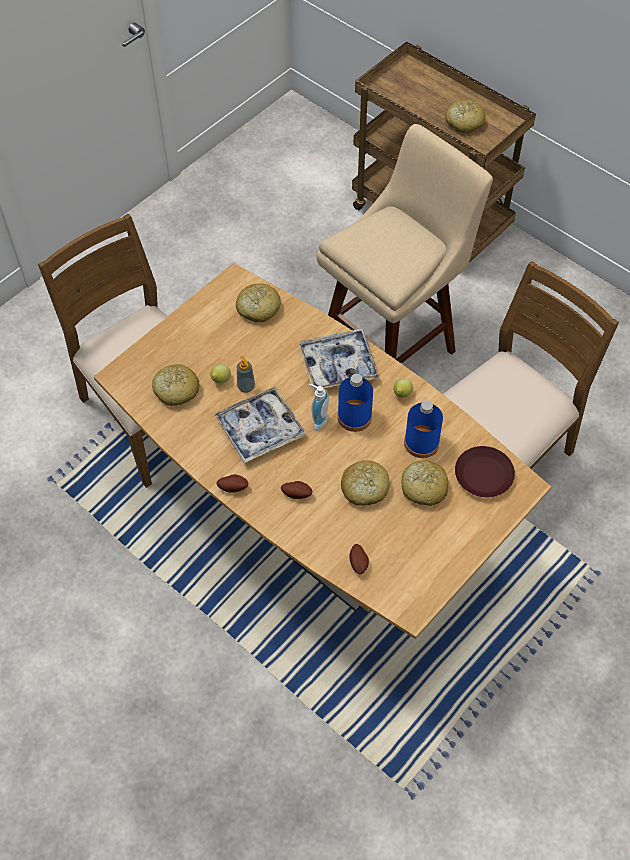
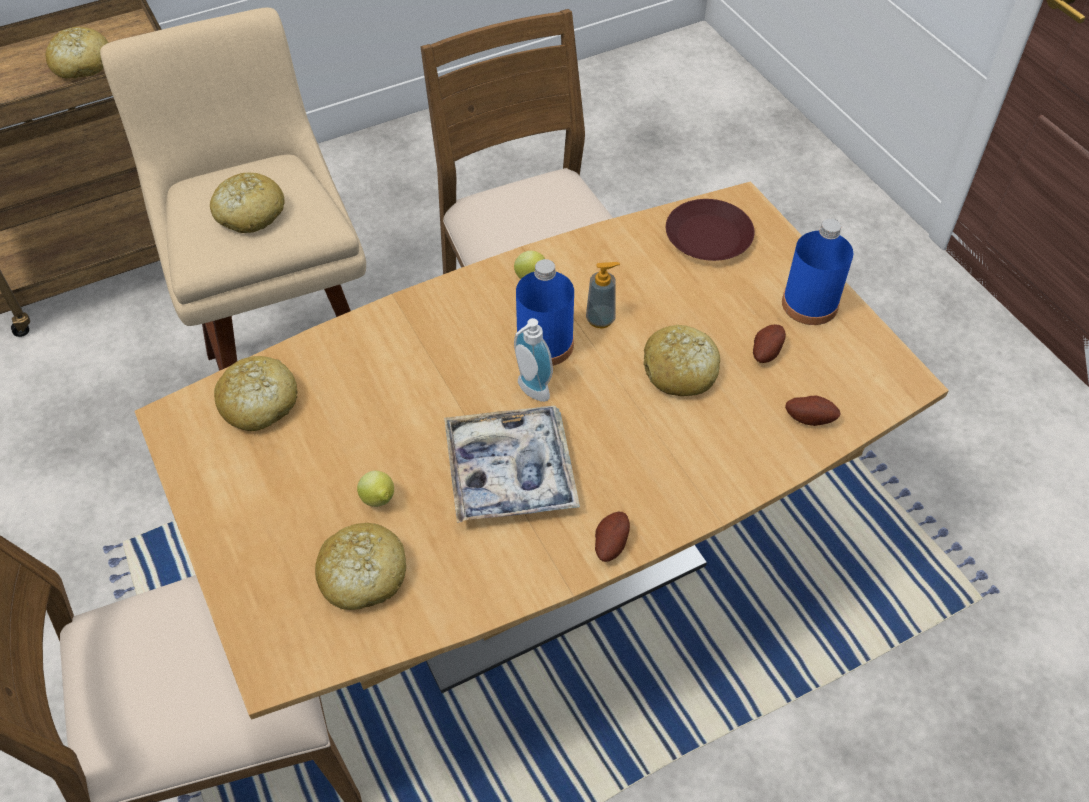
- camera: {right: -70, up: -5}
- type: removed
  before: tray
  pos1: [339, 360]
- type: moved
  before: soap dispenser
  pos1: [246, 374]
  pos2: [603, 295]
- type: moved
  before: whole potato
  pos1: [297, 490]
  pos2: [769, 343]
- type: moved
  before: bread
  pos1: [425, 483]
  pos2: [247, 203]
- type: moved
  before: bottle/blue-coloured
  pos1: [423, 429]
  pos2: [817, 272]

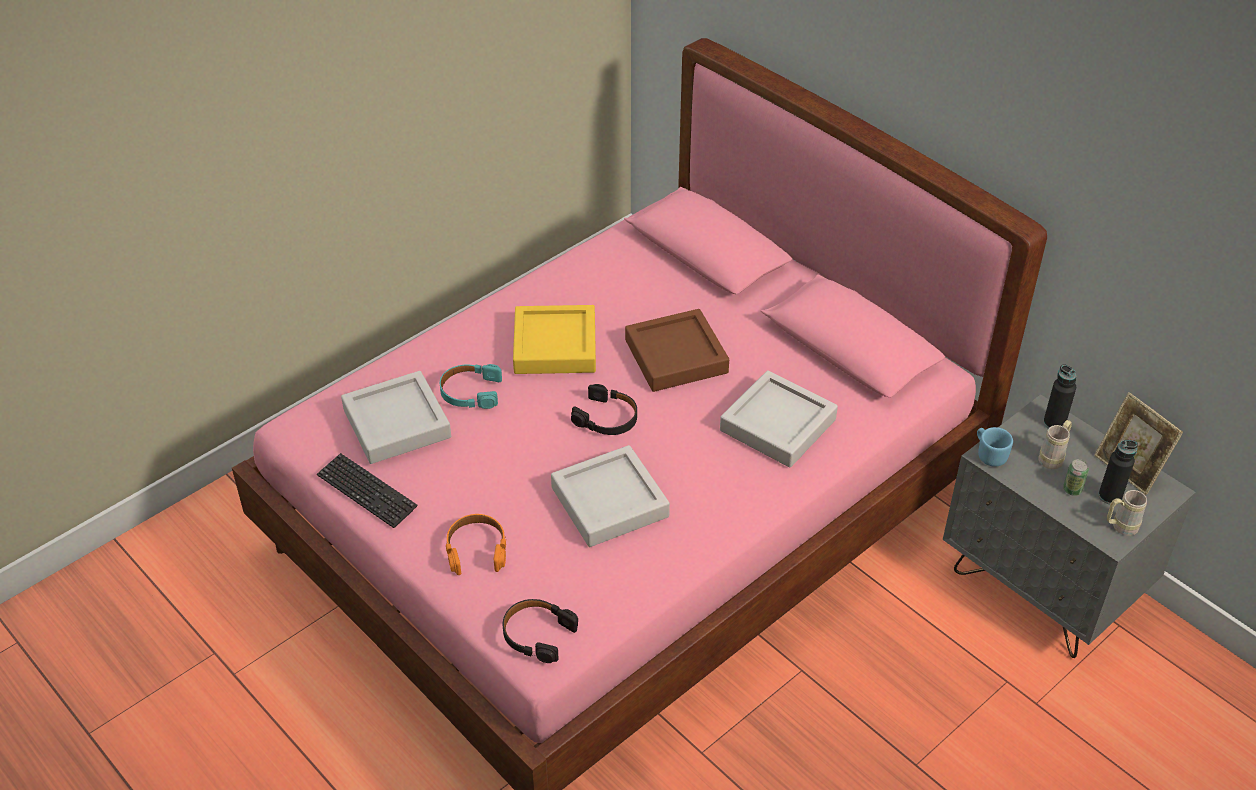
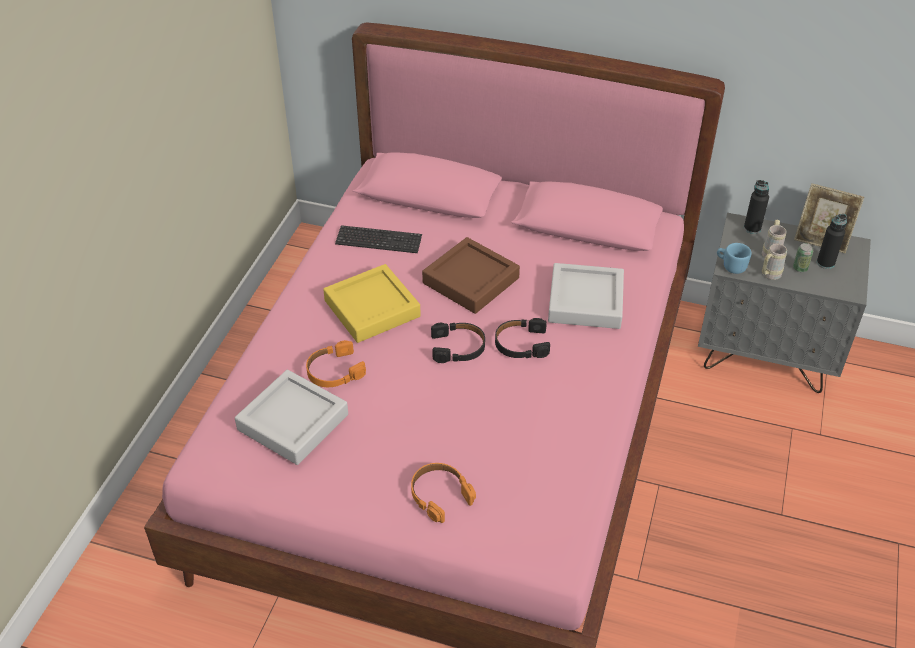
- camera: {right: -30, up: 0}
- type: removed
  before: tray/greyish
  pos1: [610, 496]
- type: moved
  before: computer keyboard
  pos1: [367, 490]
  pos2: [378, 239]
- type: moved
  before: headset/blackish
  pos1: [540, 631]
  pos2: [522, 338]
- type: moved
  before: tea mug/beige
  pos1: [1127, 513]
  pos2: [774, 262]
- type: recoloured
  before: headset/turquoise-coloured
  after: headset/orangey
  pos1: [471, 386]
  pos2: [336, 363]

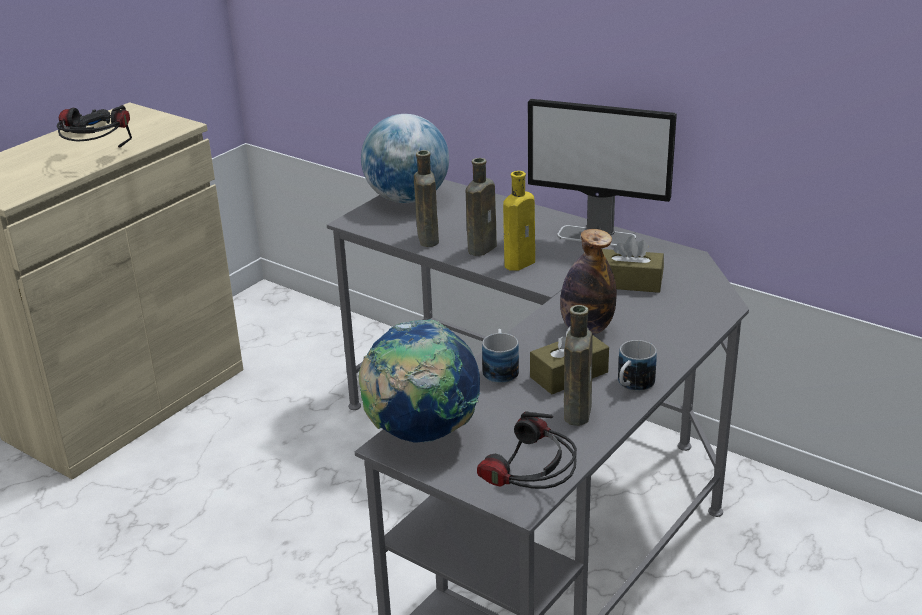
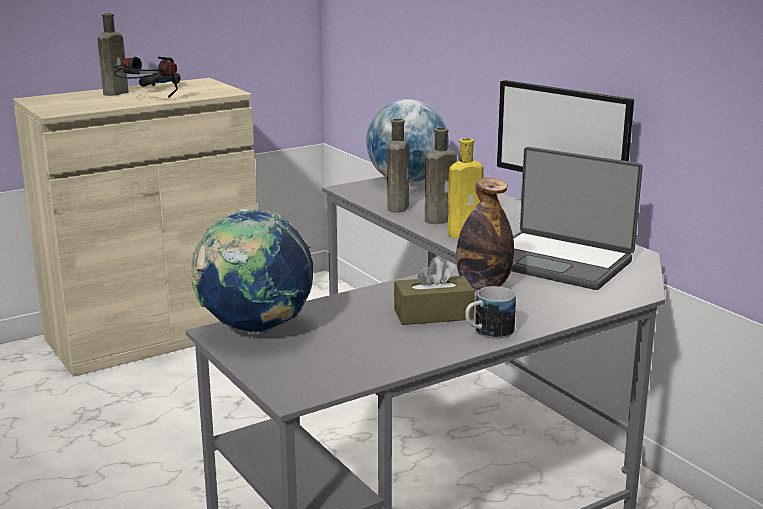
- camera: {right: 20, up: -10}
- type: removed
  before: headset
  pos1: [527, 450]
- type: removed
  before: tea mug
  pos1: [500, 356]
- type: moved
  before: bottle/brown
  pos1: [578, 365]
  pos2: [113, 54]
- type: replaced
  before: box of tissues/brown
  after: laptop
  pos1: [633, 264]
  pos2: [577, 218]

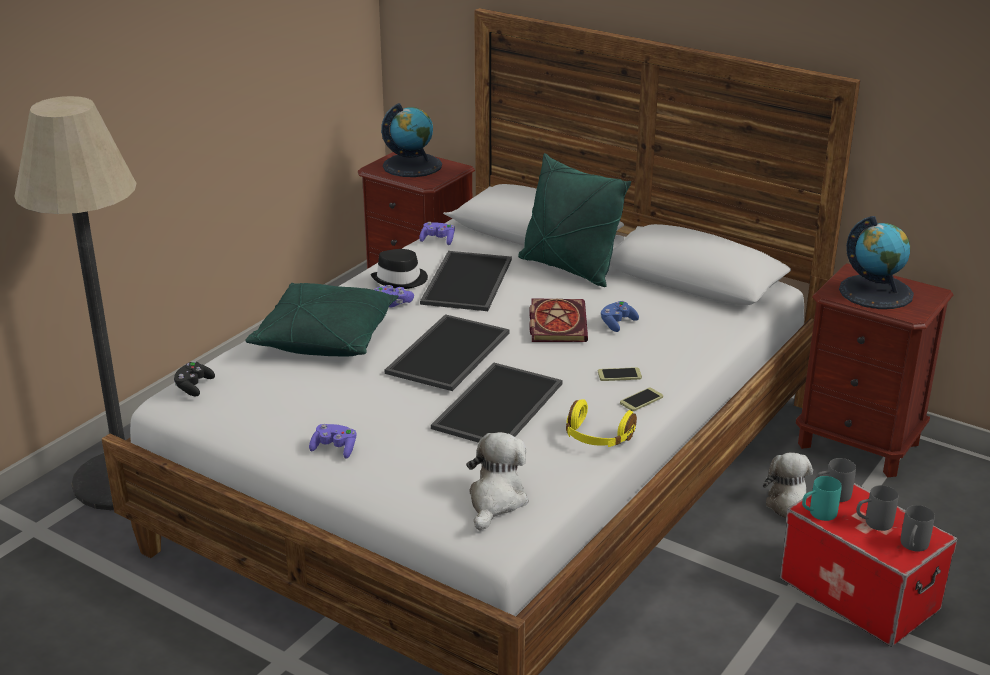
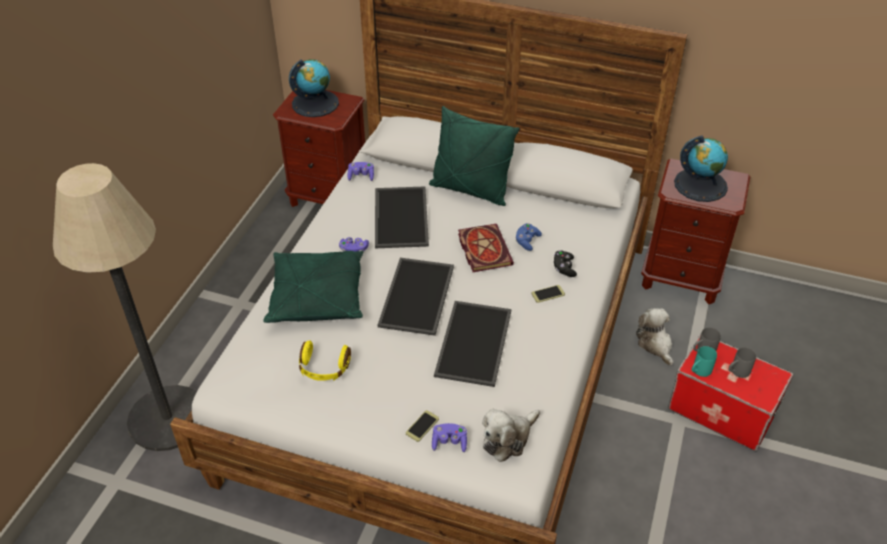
- camera: {right: -15, up: 15}
- type: removed
  before: clothing hat/blackish
  pos1: [399, 269]
- type: removed
  before: tea mug/greyish
  pos1: [918, 528]
- type: moved
  before: joypad/blackish
  pos1: [194, 378]
  pos2: [565, 263]
- type: moved
  before: joypad/purple-coloured
  pos1: [332, 441]
  pos2: [449, 437]
- type: moved
  before: headset/yellow
  pos1: [601, 423]
  pos2: [325, 360]
- type: moved
  before: telephone
  pos1: [641, 399]
  pos2: [422, 426]
- type: turned
  before: soft toy
  pos1: [497, 481]
  pos2: [511, 435]
  turn: -135

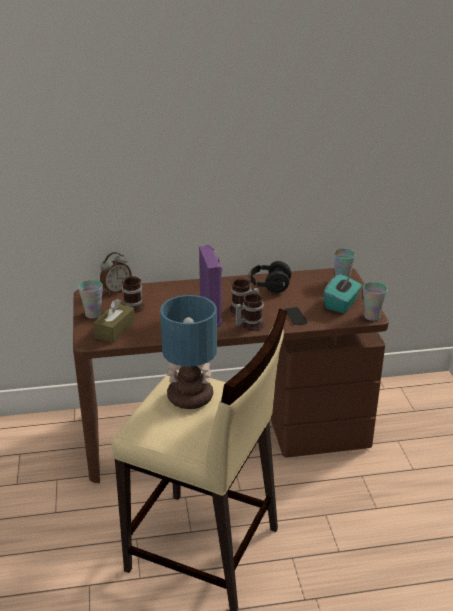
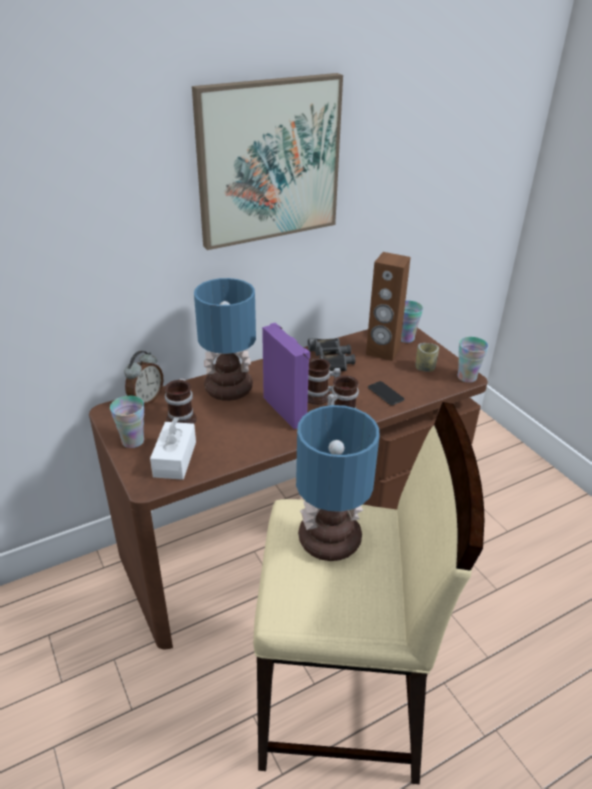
- camera: {right: -20, up: 5}
- type: added
  after: wall art
  pos2: [267, 161]
- type: added
  after: tabletop lamp
  pos2: [225, 339]
- type: added
  after: speaker/brown
  pos2: [388, 306]
- type: replaced
  before: headset/blackish
  after: field glasses/blackish
  pos1: [270, 277]
  pos2: [331, 354]
- type: replaced
  before: box of tissues/turquoise-coloured
  after: cup
  pos1: [342, 293]
  pos2: [427, 357]
- type: recoloured
  before: box of tissues/brown
  after: box of tissues/white
  pos1: [114, 321]
  pos2: [173, 449]

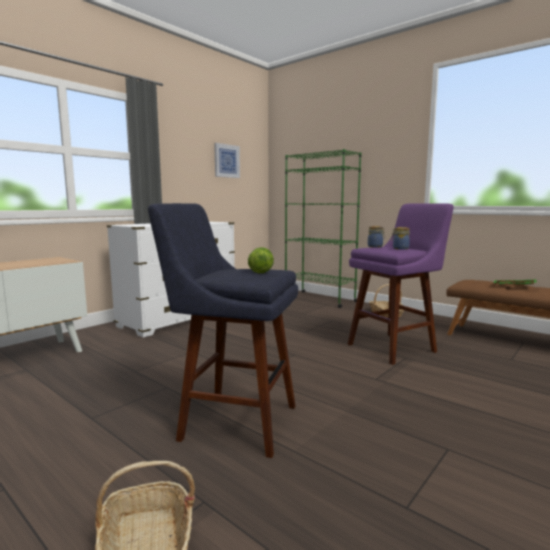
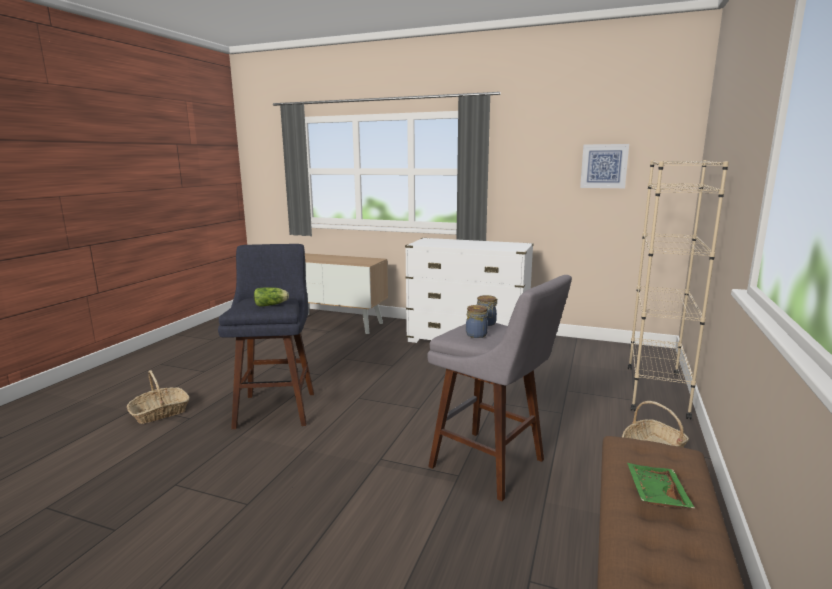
- camera: {right: 70, up: 5}
- type: recoloured
  before: shelving unit/green
  after: shelving unit/beige
  pos1: [323, 228]
  pos2: [678, 290]
- type: recoloured
  before: sitting stool/purple-coloured
  after: sitting stool/greyish
  pos1: [401, 284]
  pos2: [499, 388]

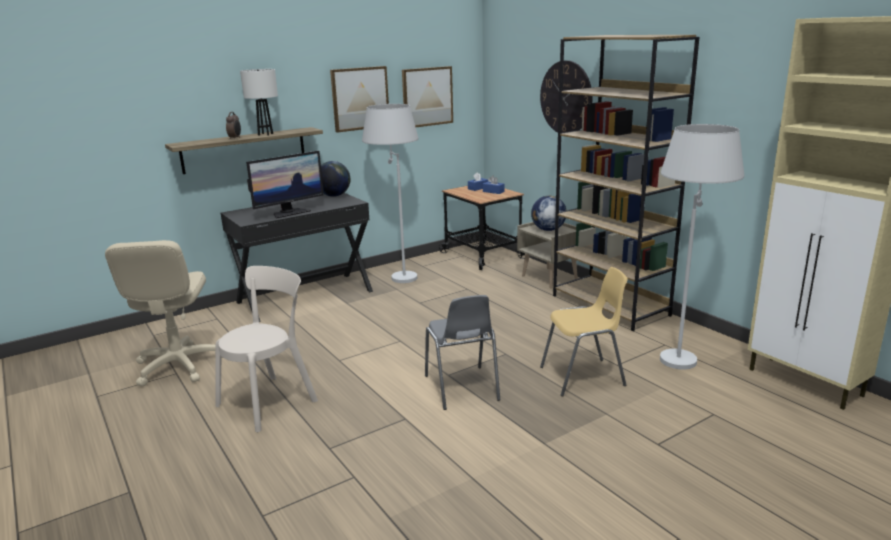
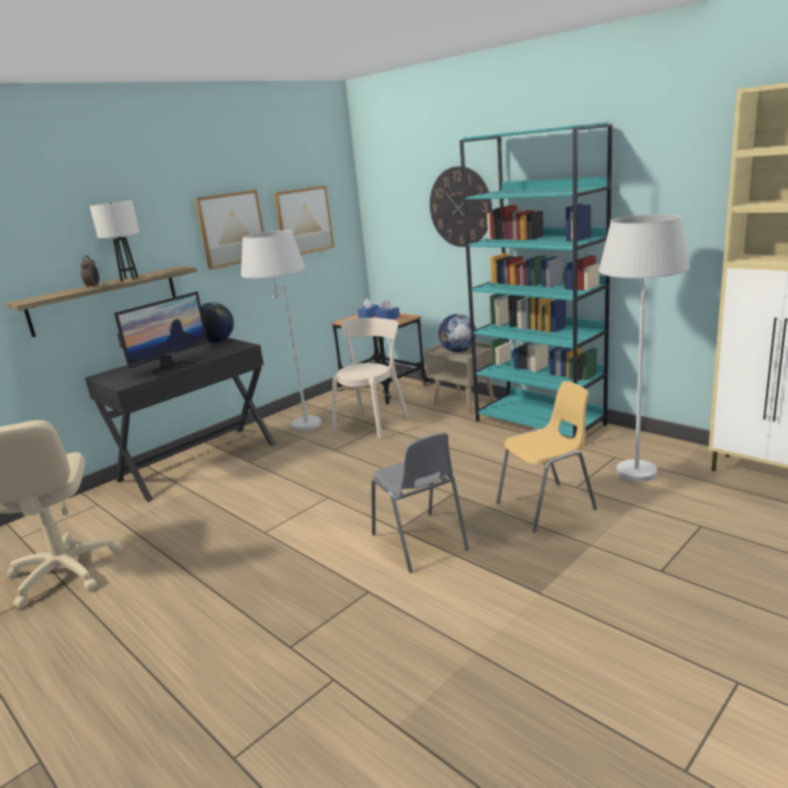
- camera: {right: -10, up: 0}
- type: moved
  before: plain chair/beige
  pos1: [266, 349]
  pos2: [370, 378]
- type: recoloured
  before: shelving unit/brown
  after: shelving unit/turquoise-coloured
  pos1: [626, 183]
  pos2: [536, 280]

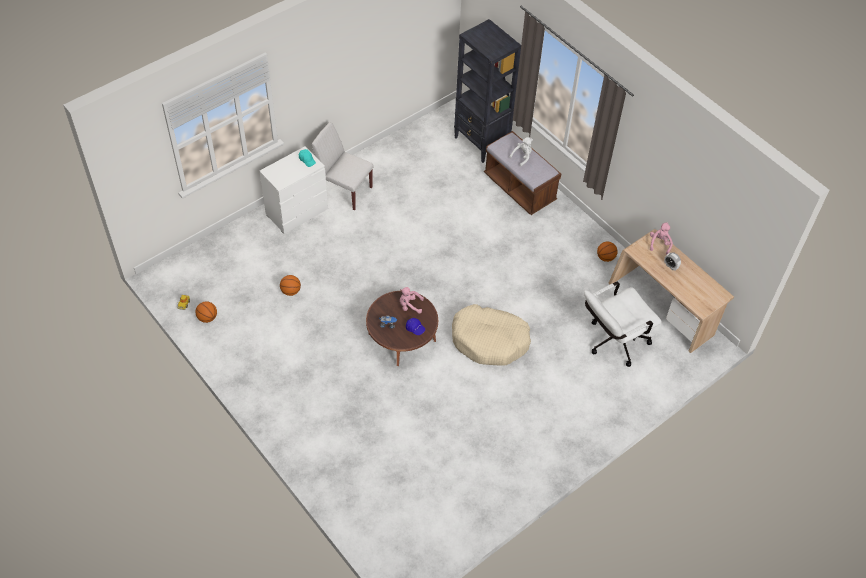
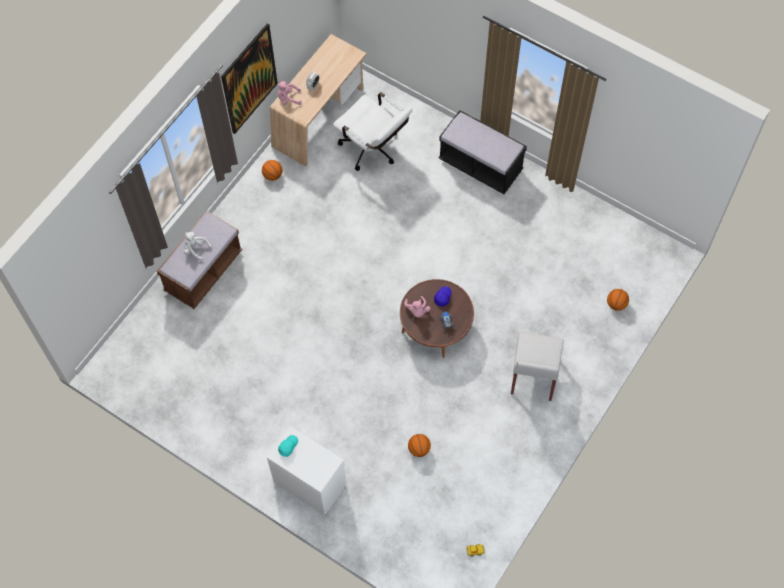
- camera: {right: -105, up: 10}
- type: removed
  before: dog cushion/beige
  pos1: [491, 334]
- type: removed
  before: shelving unit/blackish
  pos1: [487, 91]
- type: added
  after: wall art
  pos2: [249, 78]
- type: added
  after: long seat/blackish
  pos2: [483, 152]
- type: moved
  before: basketball
  pos1: [206, 312]
  pos2: [618, 300]
- type: moved
  before: plain chair/white
  pos1: [343, 166]
  pos2: [537, 366]

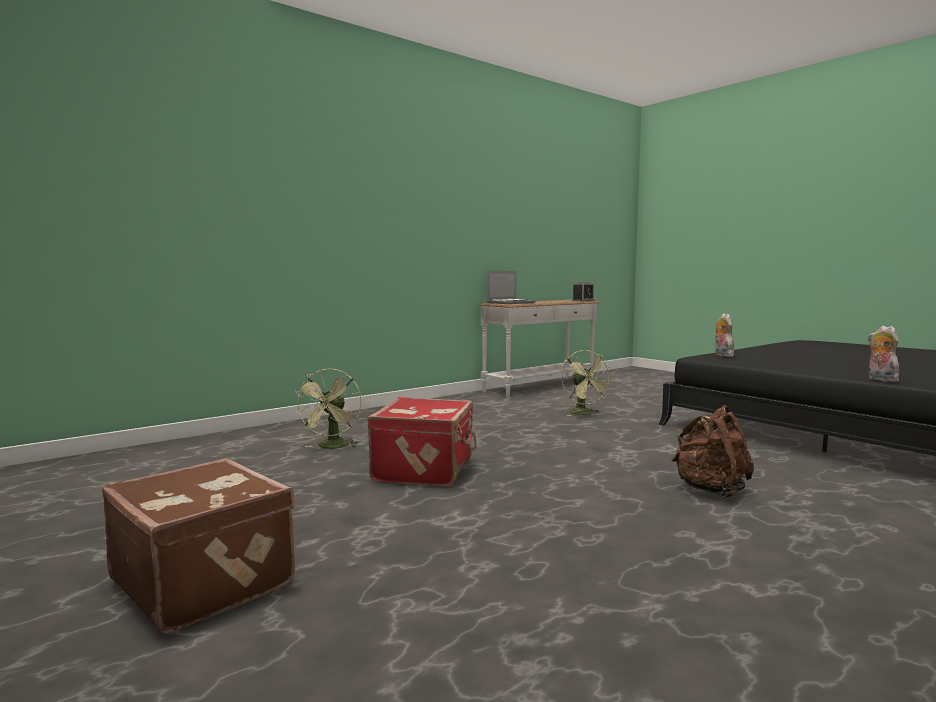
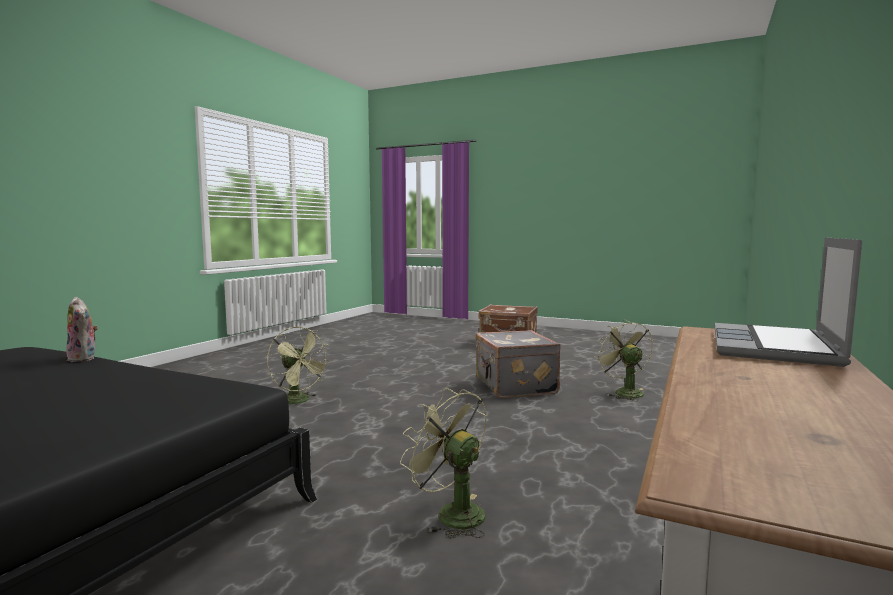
- camera: {right: 155, up: 0}
- type: removed
  before: bedside clock
  pos1: [583, 291]
- type: removed
  before: soft toy
  pos1: [724, 335]
- type: replaced
  before: knapsack/brown
  after: cooling fan/green
  pos1: [712, 451]
  pos2: [298, 365]
- type: recoloured
  before: travel case/red-coloured
  after: travel case/greyish
  pos1: [422, 442]
  pos2: [518, 364]

